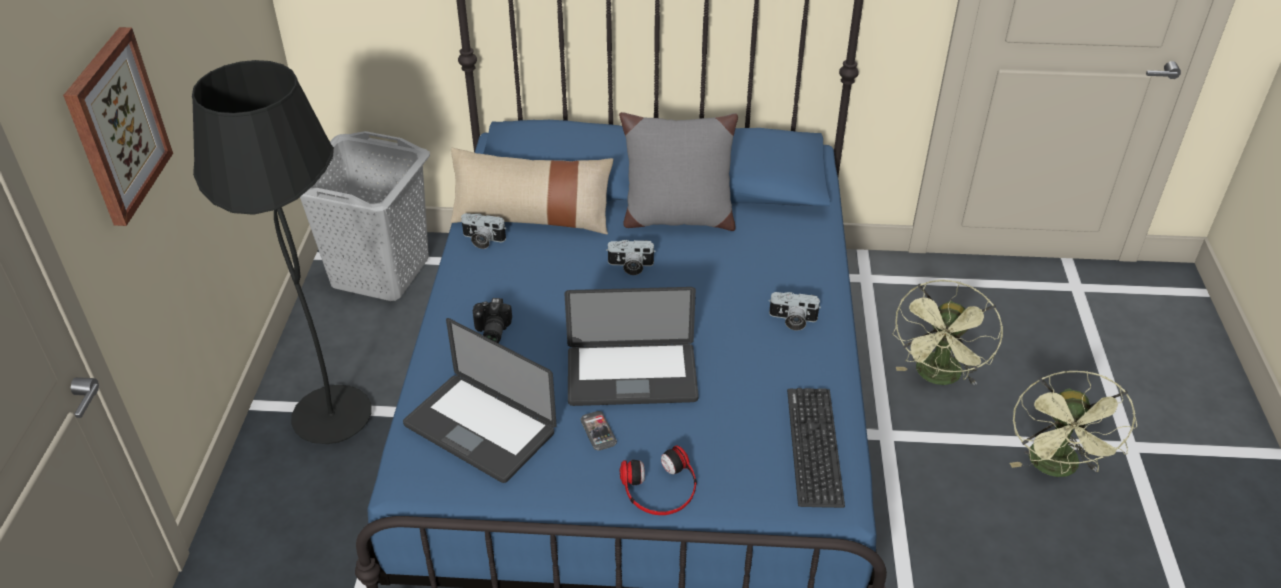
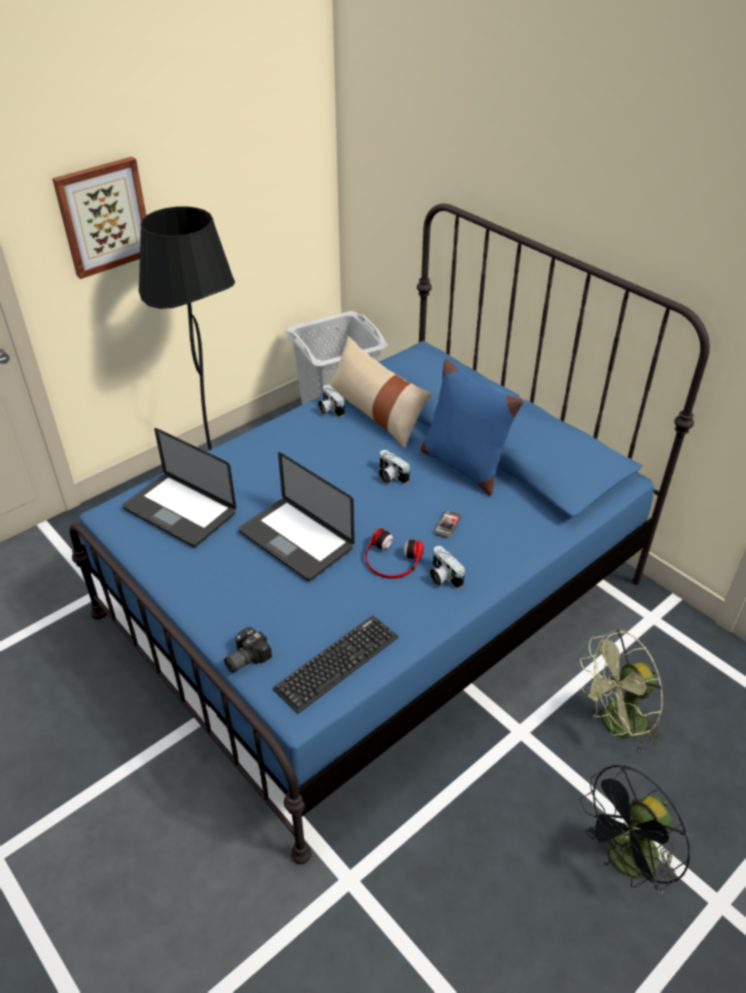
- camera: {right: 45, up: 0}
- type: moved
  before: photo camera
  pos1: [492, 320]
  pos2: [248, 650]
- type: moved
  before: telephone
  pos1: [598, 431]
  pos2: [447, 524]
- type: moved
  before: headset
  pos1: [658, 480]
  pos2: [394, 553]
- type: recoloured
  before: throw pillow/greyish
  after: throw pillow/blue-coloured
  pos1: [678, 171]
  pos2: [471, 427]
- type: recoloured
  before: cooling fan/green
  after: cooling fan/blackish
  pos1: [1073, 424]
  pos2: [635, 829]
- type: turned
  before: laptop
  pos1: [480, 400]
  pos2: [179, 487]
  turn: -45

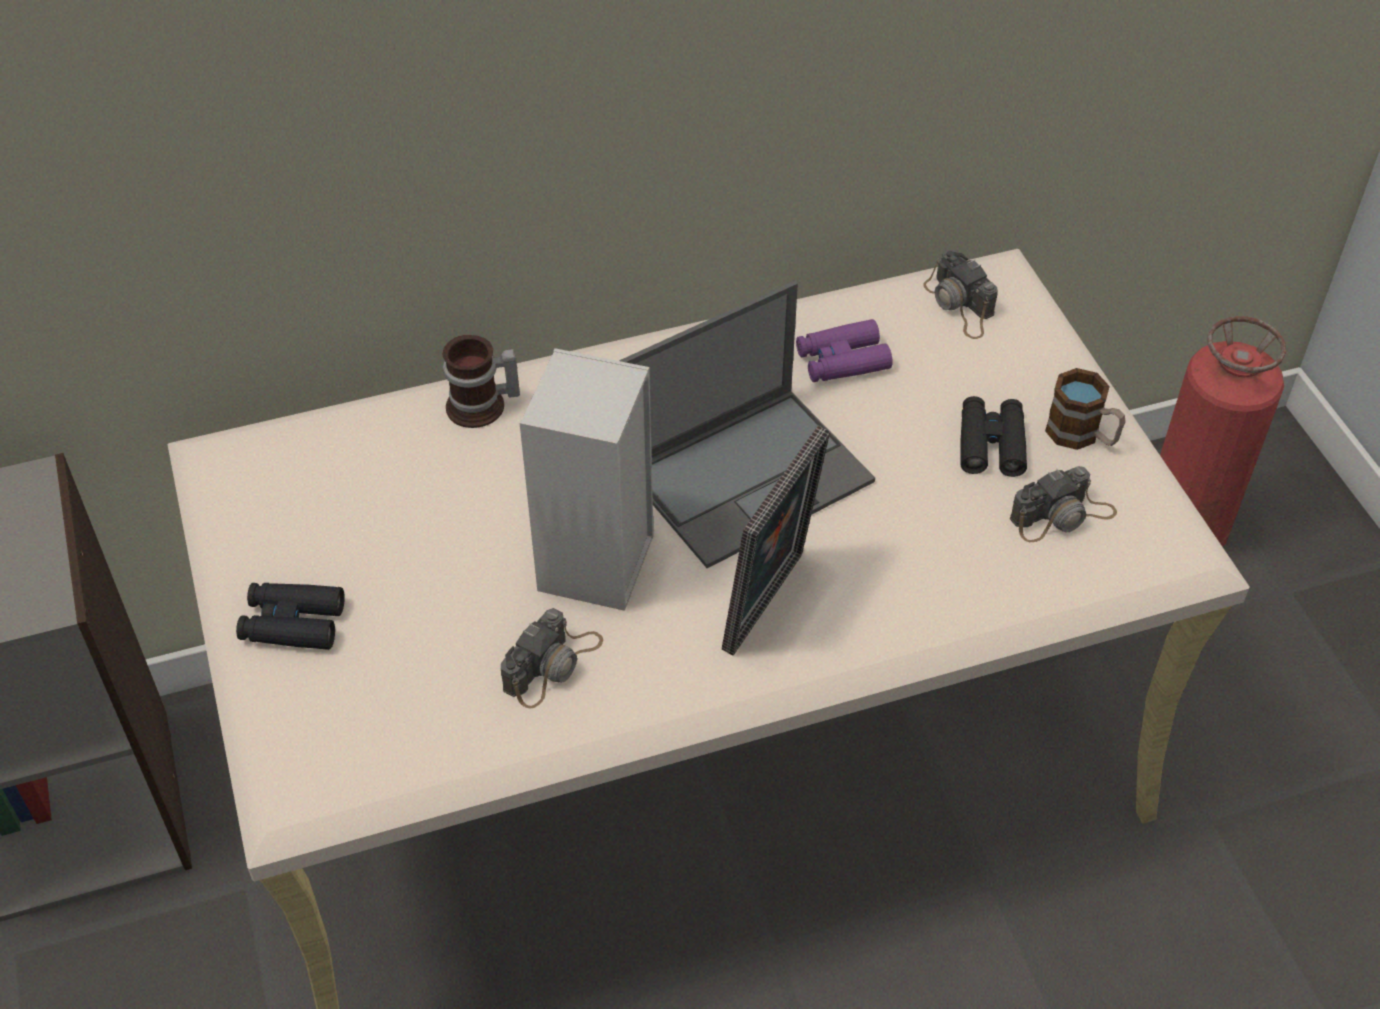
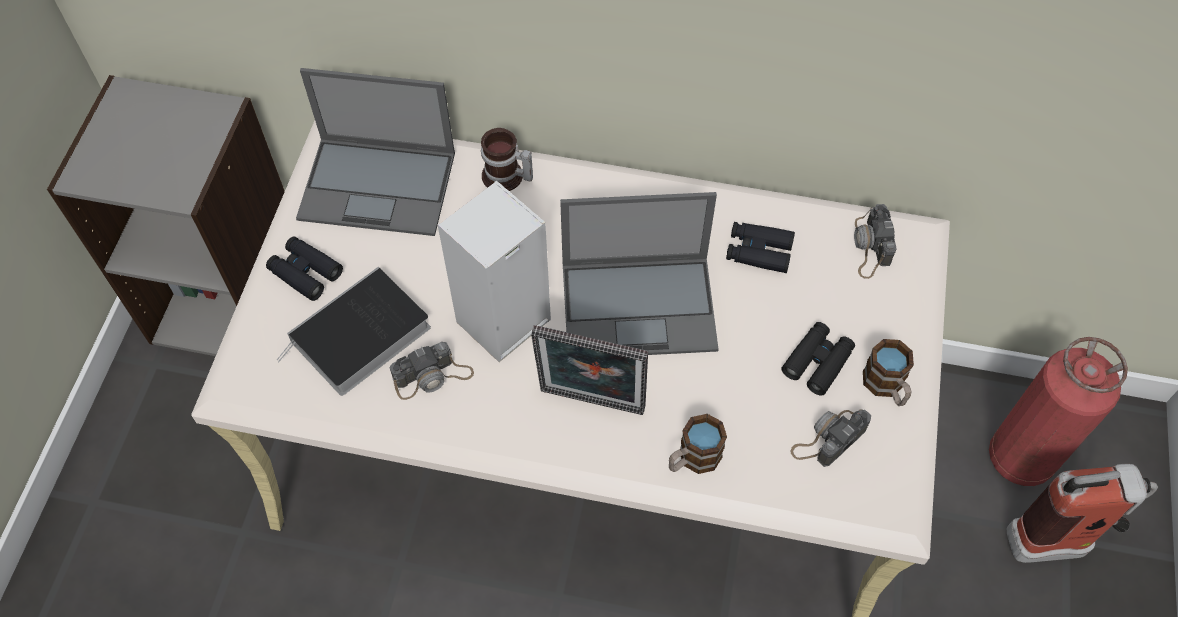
- camera: {right: 30, up: 10}
- type: added
  after: volume
  pos2: [354, 331]
- type: added
  after: laptop
  pos2: [375, 152]
- type: added
  after: tea mug
  pos2: [698, 444]
- type: added
  after: fire-fighting cylinder
  pos2: [1082, 513]
- type: recoloured
  before: field glasses/purple-coloured
  after: field glasses/blackish
  pos1: [844, 350]
  pos2: [760, 247]
- type: turned
  before: standing frame
  pos1: [776, 540]
  pos2: [589, 370]
  turn: 45
- type: turned
  before: photo camera
  pos1: [1063, 504]
  pos2: [830, 438]
  turn: 135

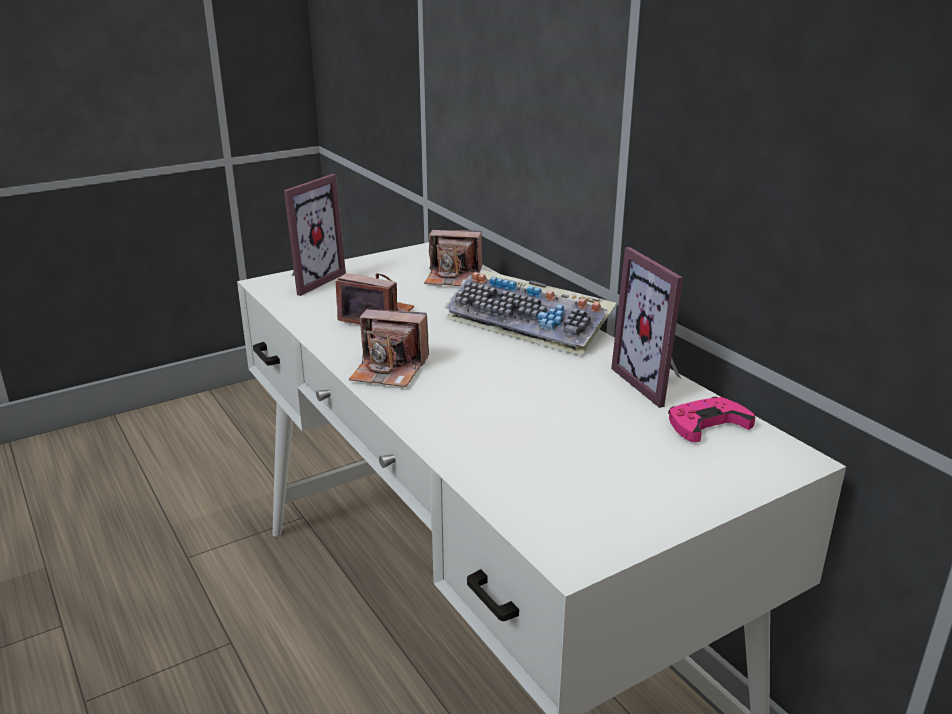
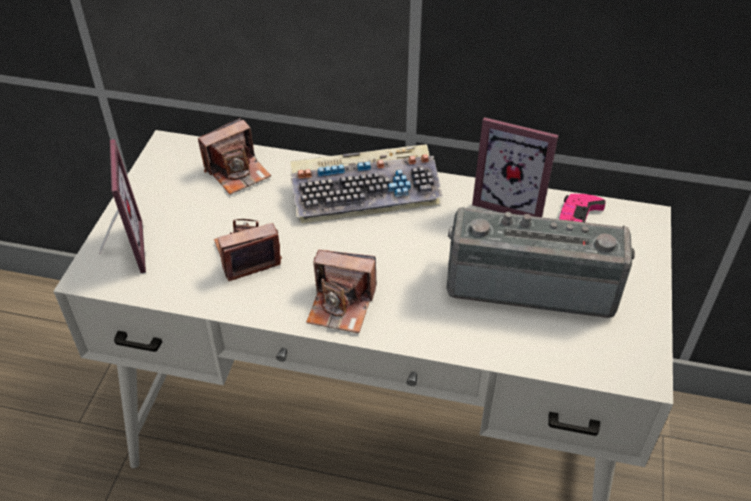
- camera: {right: -45, up: 20}
- type: added
  after: radio set
  pos2: [540, 262]
- type: turned
  before: photo camera
  pos1: [389, 348]
  pos2: [341, 291]
  turn: 45

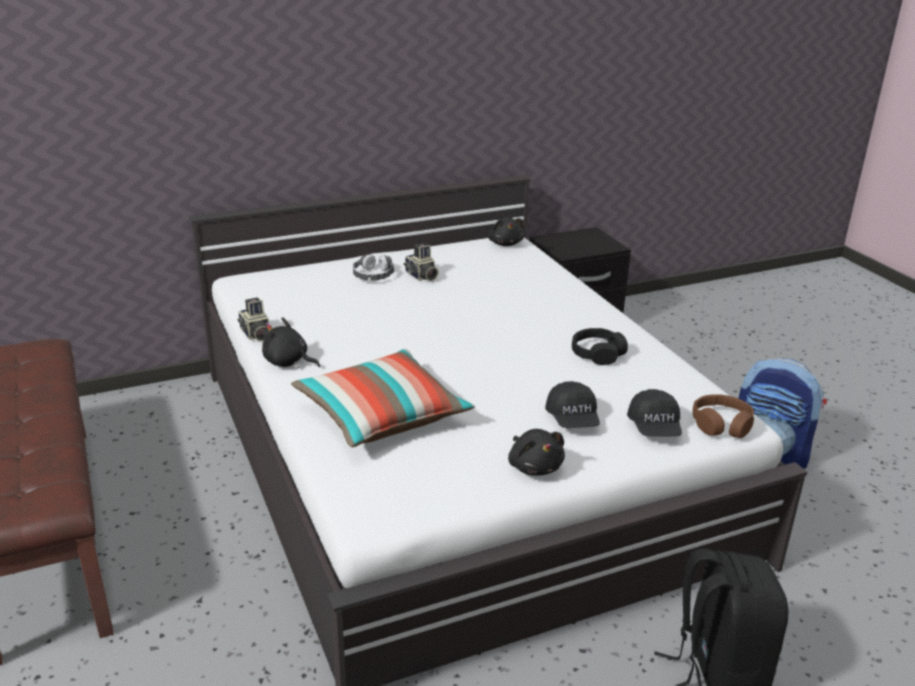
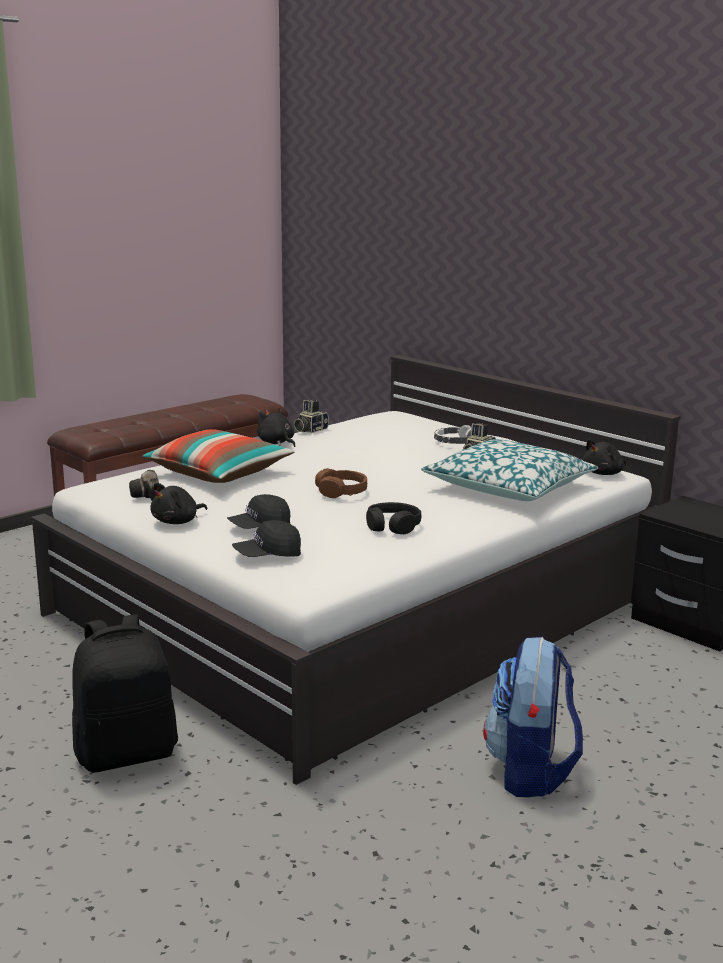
- camera: {right: 70, up: -10}
- type: added
  after: photo camera
  pos2: [144, 485]
- type: added
  after: throw pillow
  pos2: [509, 470]
- type: moved
  before: headset/brown
  pos1: [723, 416]
  pos2: [341, 483]
- type: turned
  before: soft toy/blackish
  pos1: [291, 342]
  pos2: [276, 427]
  turn: -45

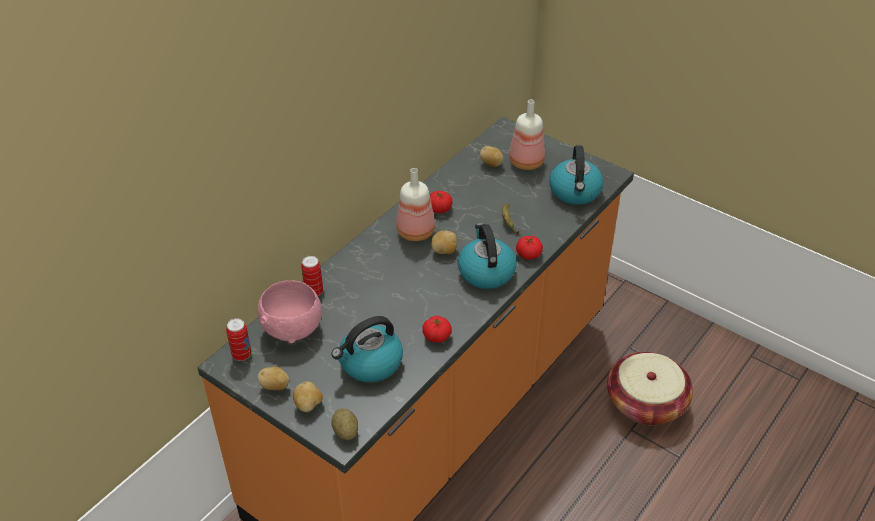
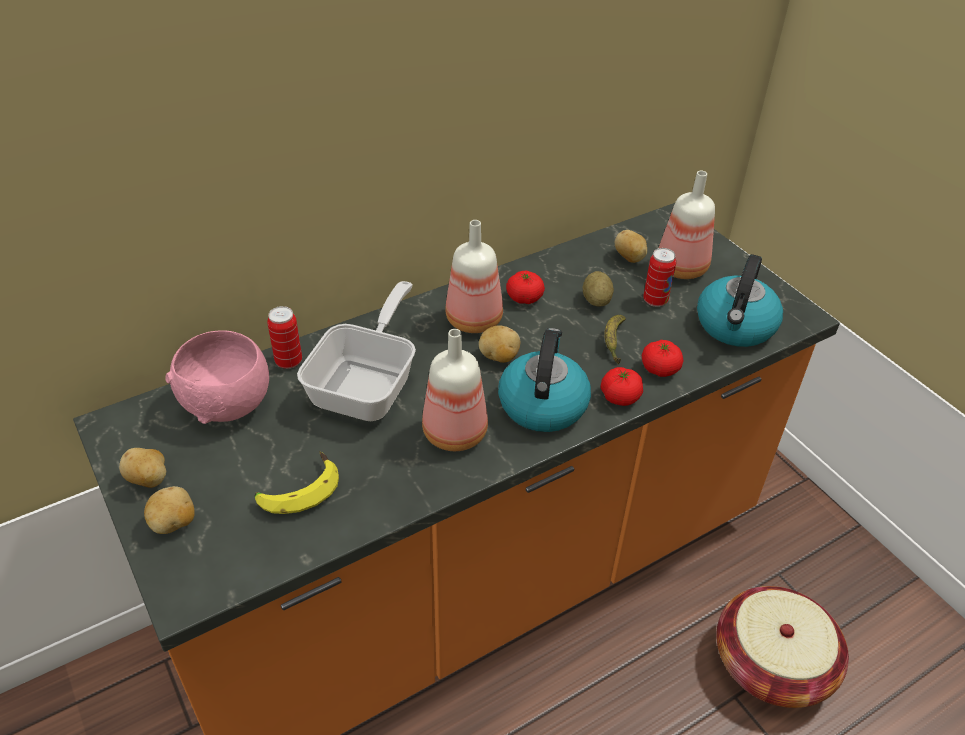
- camera: {right: 20, up: 0}
- type: added
  after: pan
  pos2: [356, 351]
- type: added
  after: bottle
  pos2: [455, 390]
- type: moved
  before: can
  pos1: [239, 339]
  pos2: [659, 277]
- type: moved
  before: whole potato
  pos1: [344, 424]
  pos2: [598, 289]
- type: moved
  before: tomato
  pos1: [437, 329]
  pos2: [662, 358]
- type: replaced
  before: tea kettle
  after: whole banana
  pos1: [367, 349]
  pos2: [296, 482]

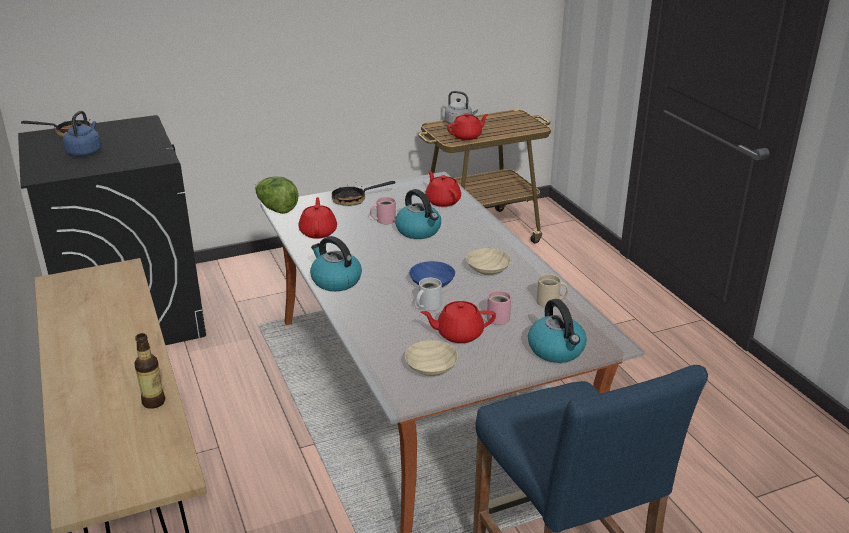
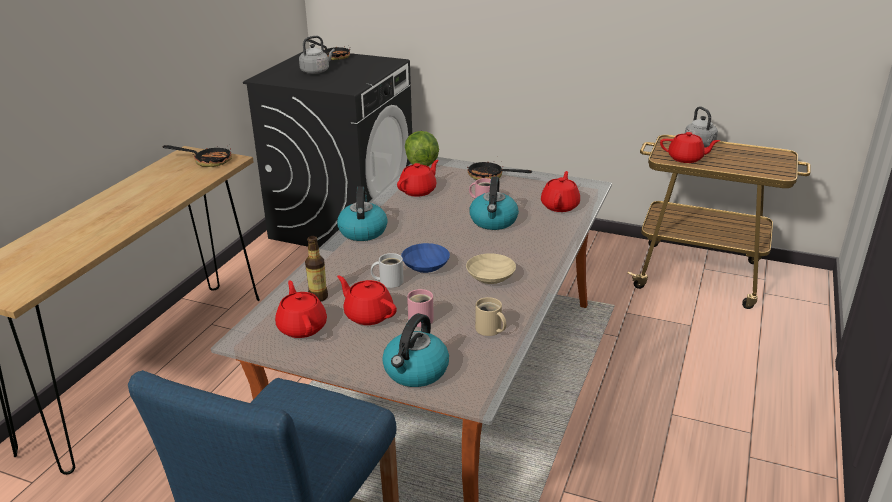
- camera: {right: 45, up: 0}
- type: added
  after: pan
  pos2: [197, 156]
- type: moved
  before: bottle
  pos1: [150, 371]
  pos2: [316, 269]
- type: replaced
  before: deep dish/beige
  after: pot for tea/red-coloured
  pos1: [431, 358]
  pos2: [301, 309]
- type: recoloured
  before: tea kettle/blue-coloured
  after: tea kettle/greyish
  pos1: [82, 134]
  pos2: [317, 55]

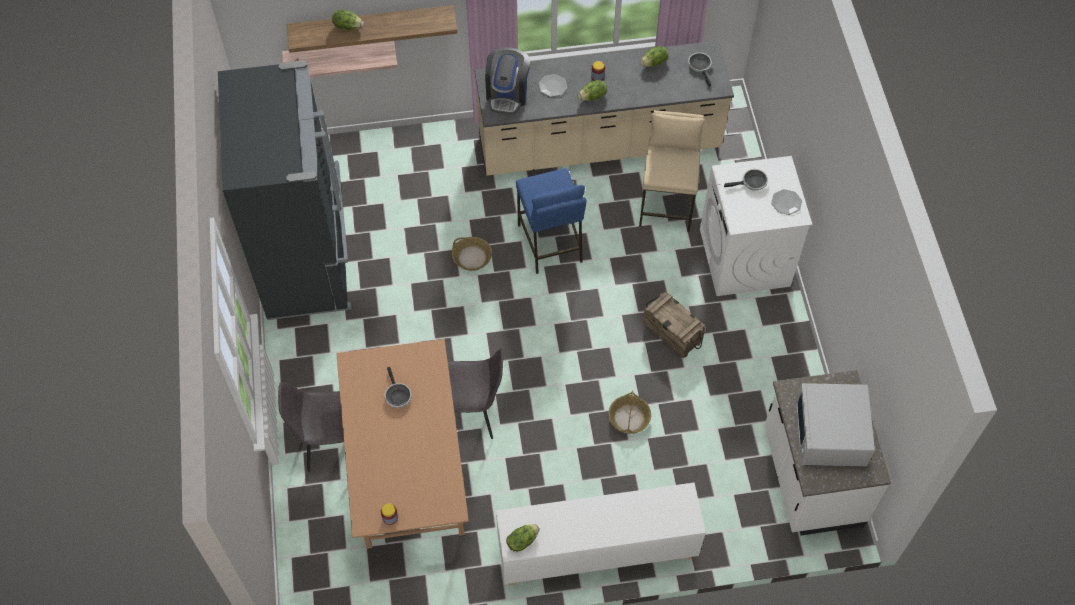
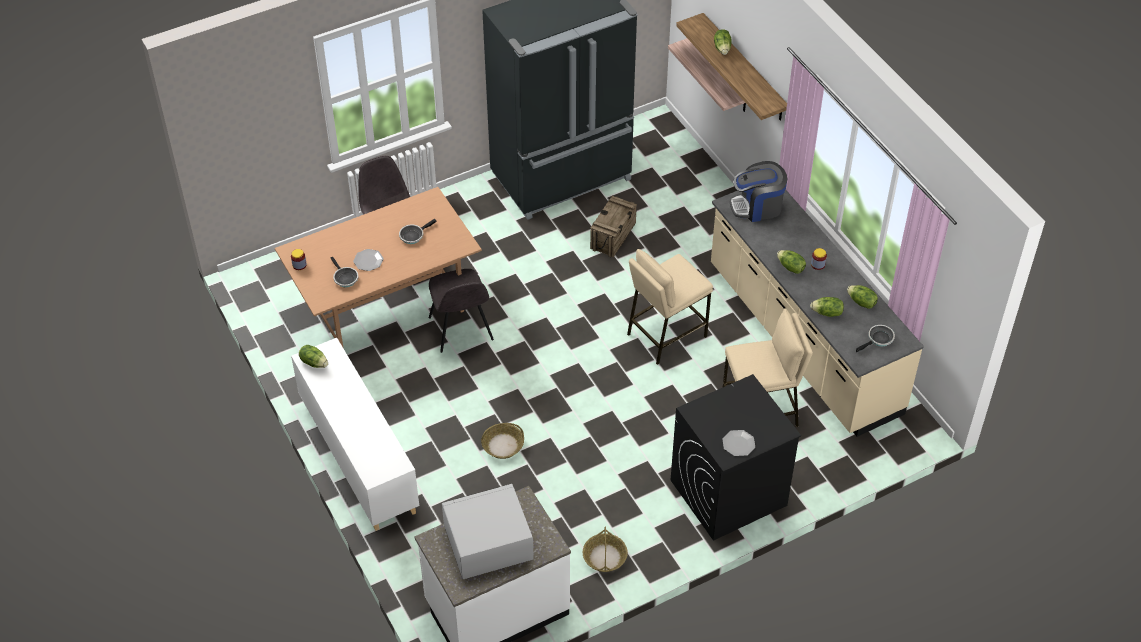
- camera: {right: 70, up: -10}
- type: added
  after: lettuce head
  pos2: [827, 307]
- type: moved
  before: basket
  pos1: [472, 254]
  pos2: [605, 549]
- type: moved
  before: dinner plate
  pos1: [552, 85]
  pos2: [368, 260]
- type: moved
  before: packing crate
  pos1: [674, 325]
  pos2: [613, 226]
- type: moved
  before: pan
  pos1: [746, 180]
  pos2: [344, 272]
- type: recoloured
  before: sitting stool/blue-coloured
  after: sitting stool/beige
  pos1: [551, 221]
  pos2: [670, 307]
- type: recoloured
  before: washing machine/white
  after: washing machine/blackish
  pos1: [756, 226]
  pos2: [736, 457]

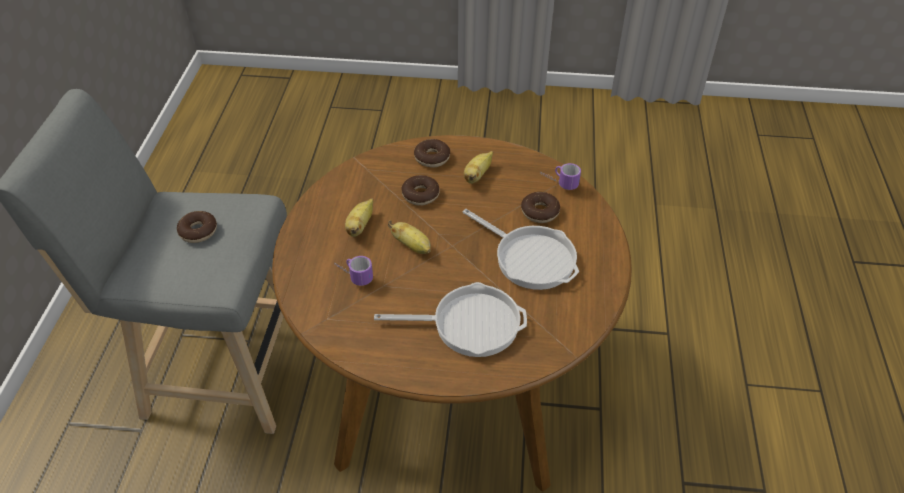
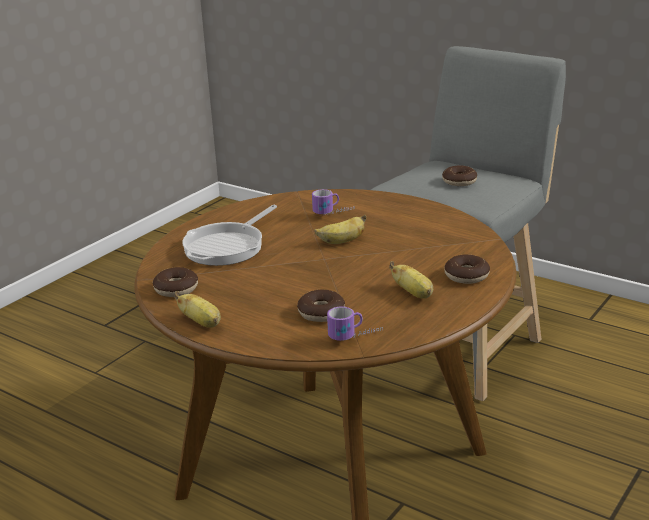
- camera: {right: 120, up: -20}
- type: removed
  before: pan
  pos1: [521, 249]
- type: moved
  before: whole banana
  pos1: [359, 217]
  pos2: [197, 309]
- type: moved
  before: ring doughnut
  pos1: [420, 190]
  pos2: [175, 282]

